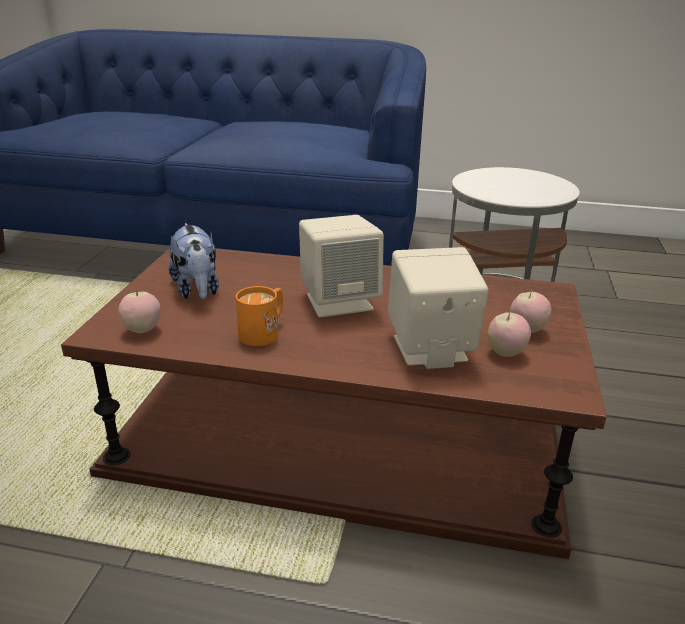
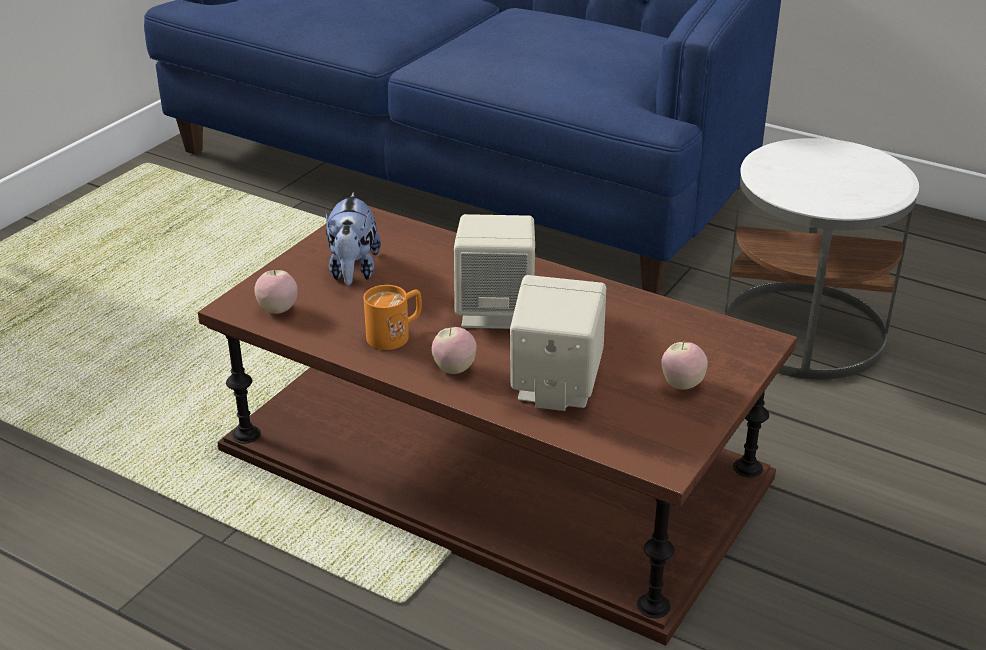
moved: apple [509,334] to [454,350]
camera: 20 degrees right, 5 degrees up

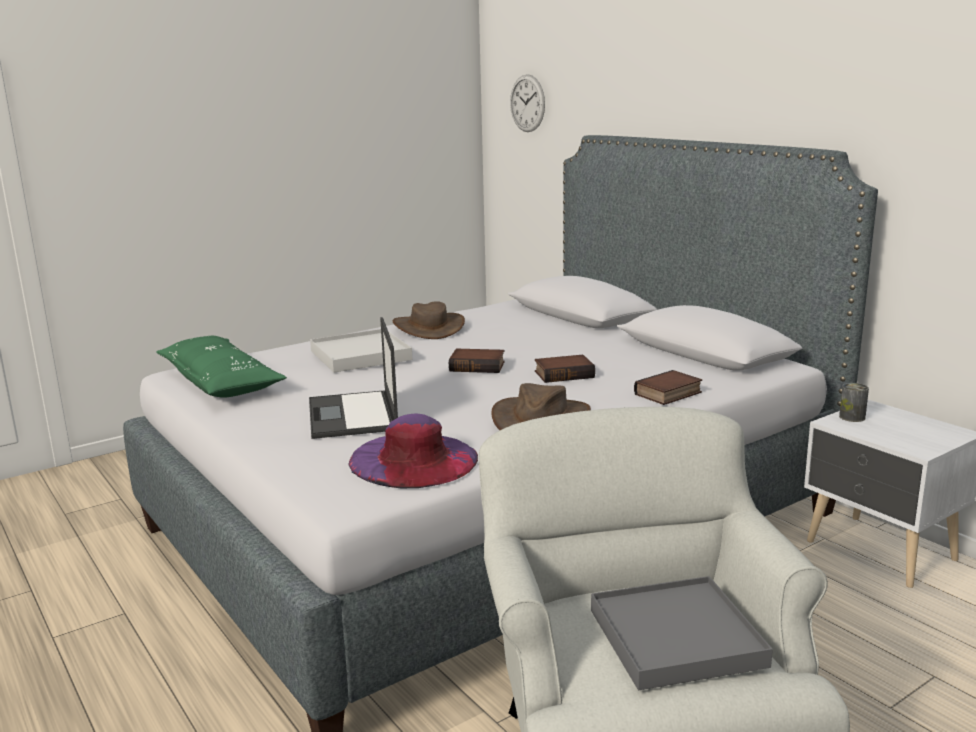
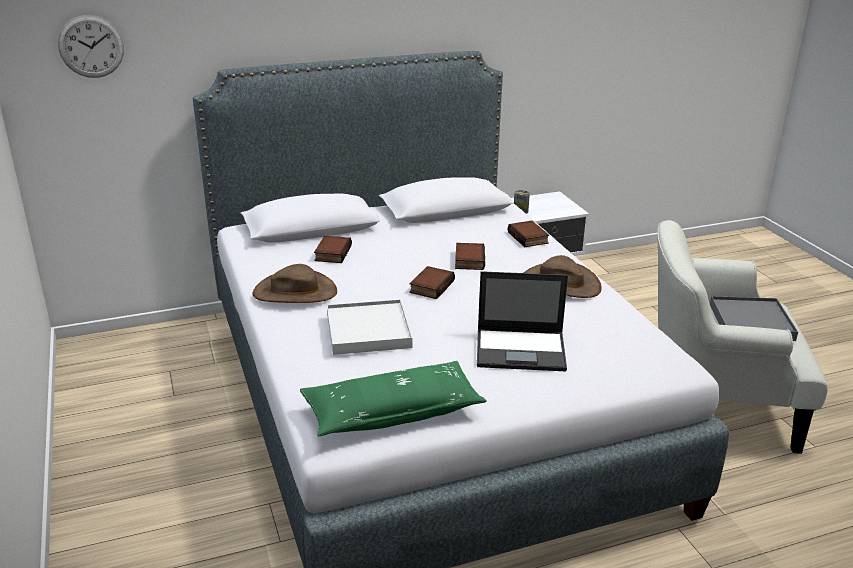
removed: purple hat [413,451]
added: book [333,249]
camera: 75 degrees left, 10 degrees up

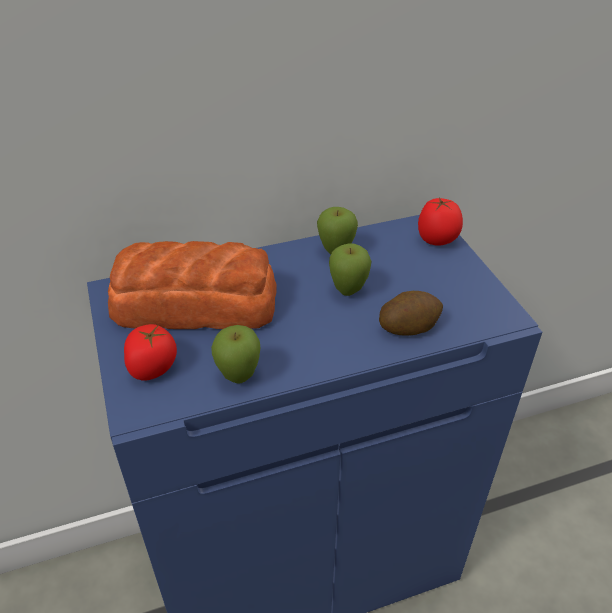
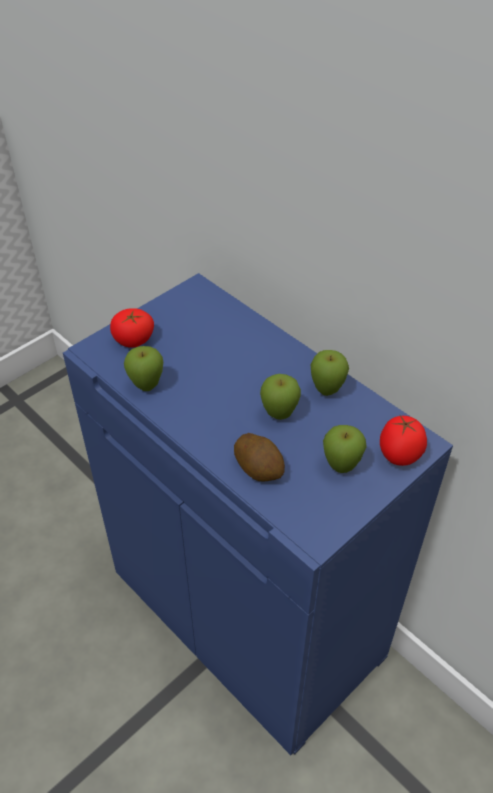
removed: bread [192,285]
added: apple [345,449]
camera: 65 degrees right, 5 degrees up

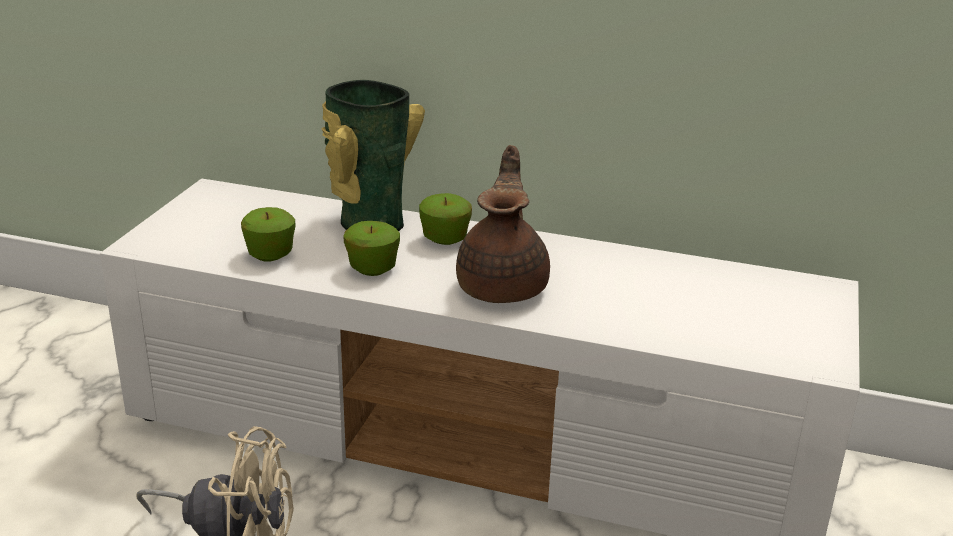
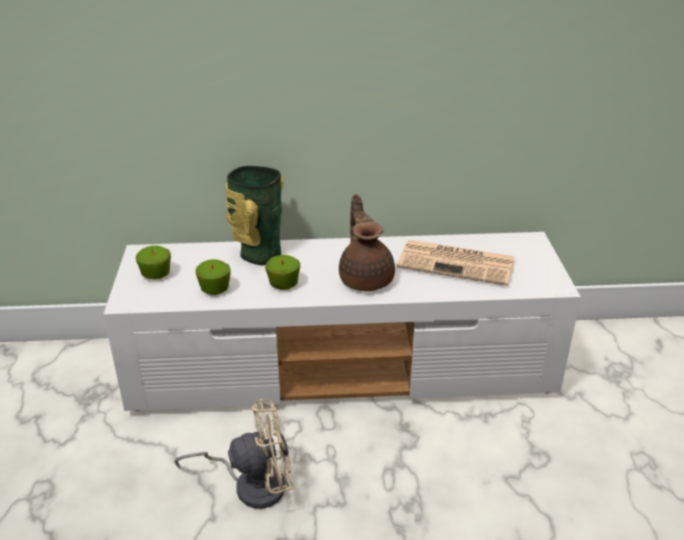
added: newspaper [455,263]
moved: apple [445,219] to [153,262]
camera: 20 degrees left, 5 degrees up

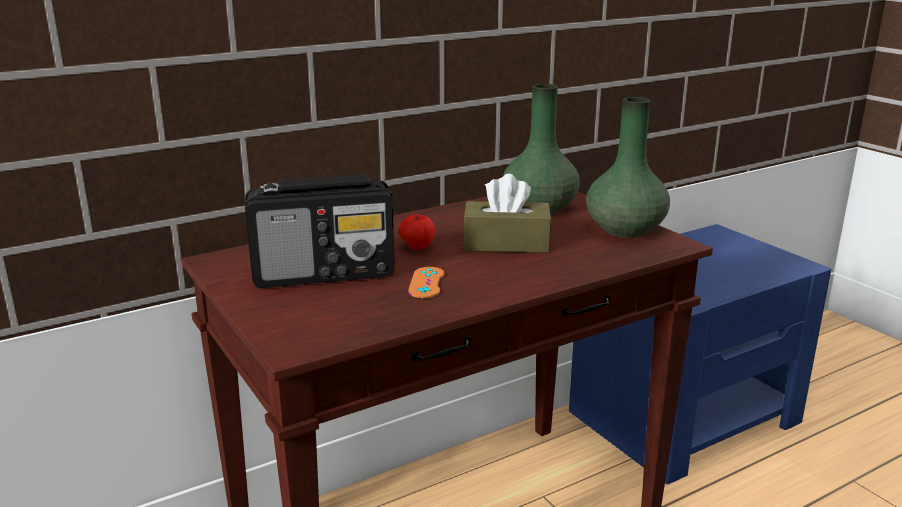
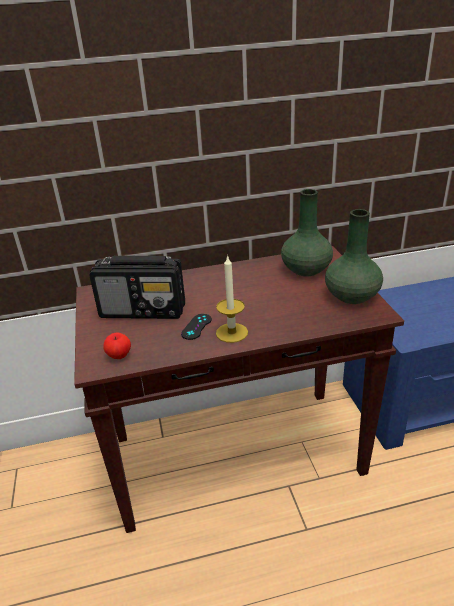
removed: brown tissue box [507,213]
added: candle [232,299]
moved: apple [417,232] to [117,345]
recoloured: orange game controller [426,282] to black game controller [196,327]
camera: 20 degrees right, 10 degrees up

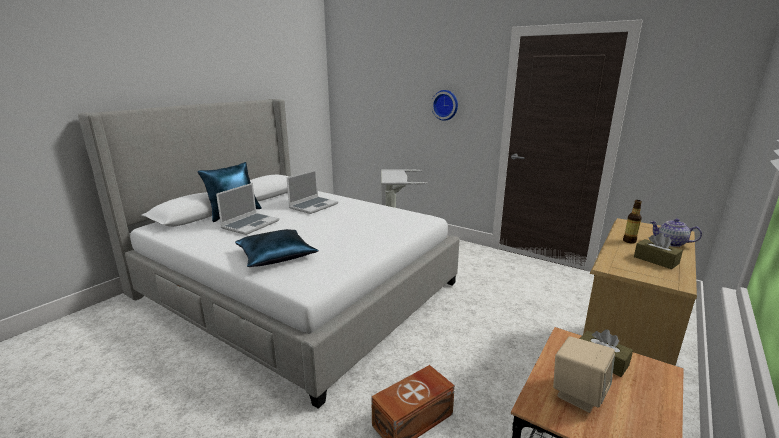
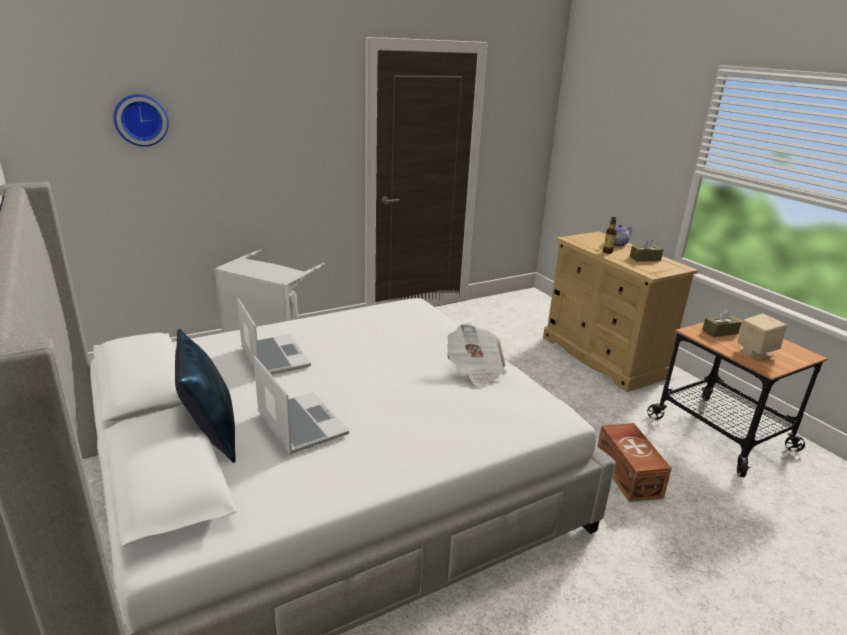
removed: blue pillow [277,248]
added: newspaper [476,355]
moved: wall clock [444,105] to [141,120]
camera: 65 degrees left, 5 degrees up

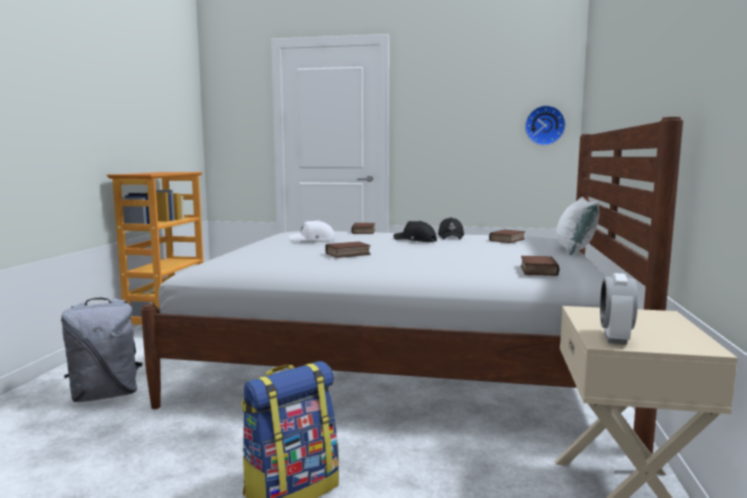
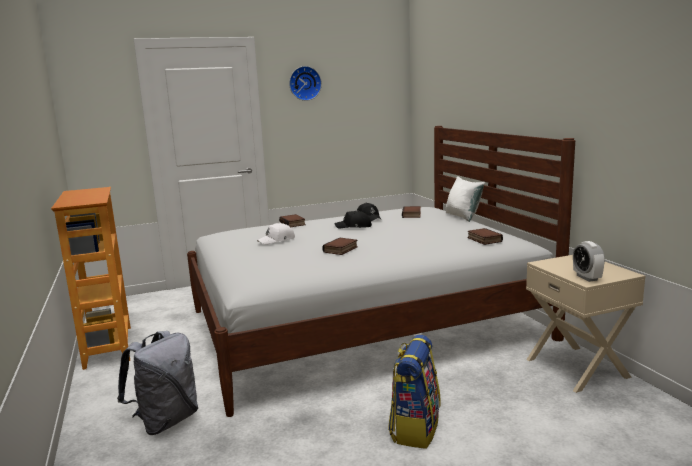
moved: wall clock [545,125] to [305,83]
camera: 30 degrees left, 5 degrees up

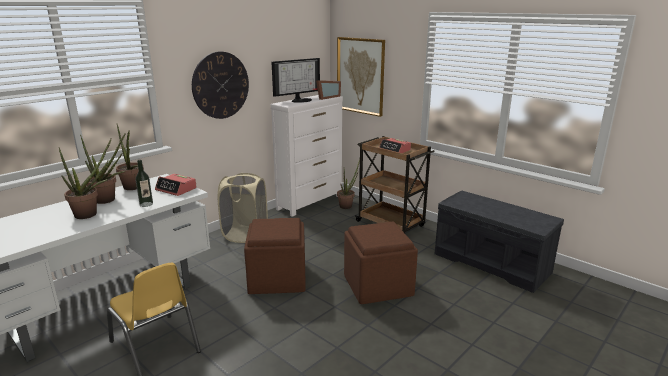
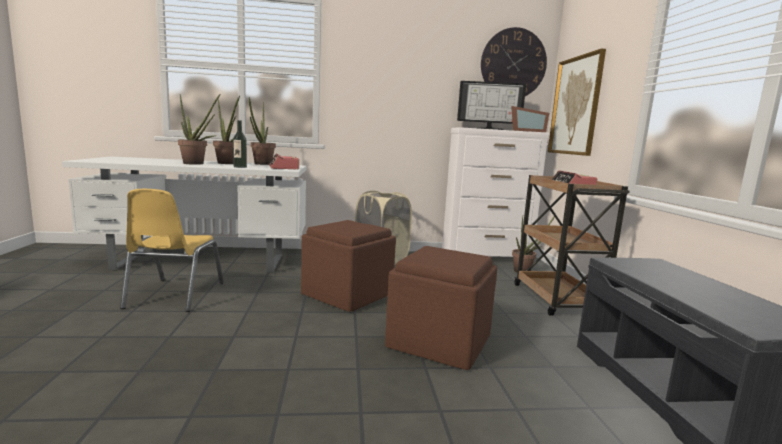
moved: wall clock [220,85] to [514,61]
camera: 40 degrees right, 10 degrees down

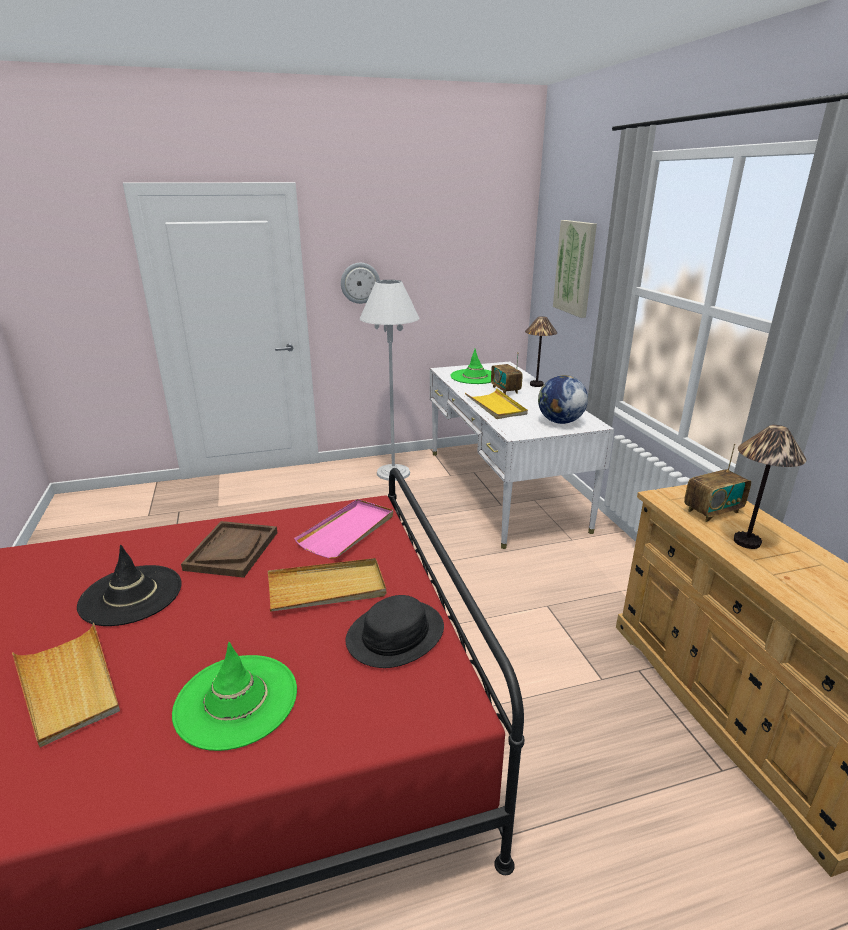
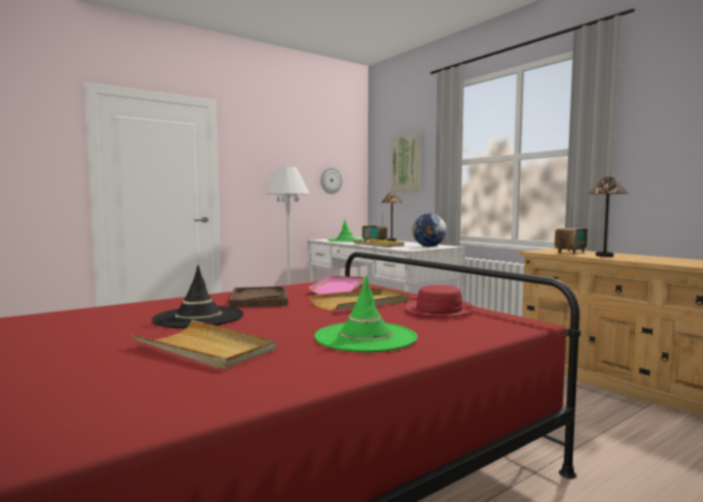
moved: wall clock [360,283] to [331,180]
recoloured: black hat [395,631] to red hat [439,301]
camera: 20 degrees left, 20 degrees down

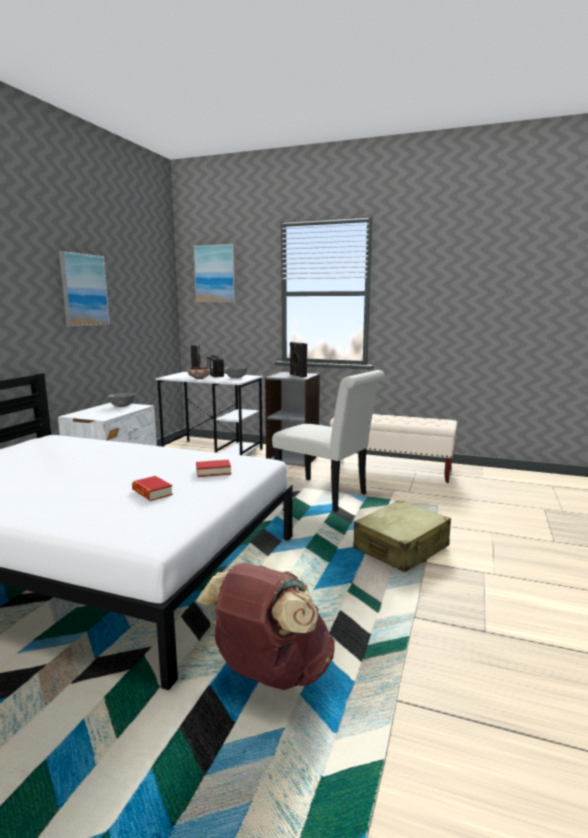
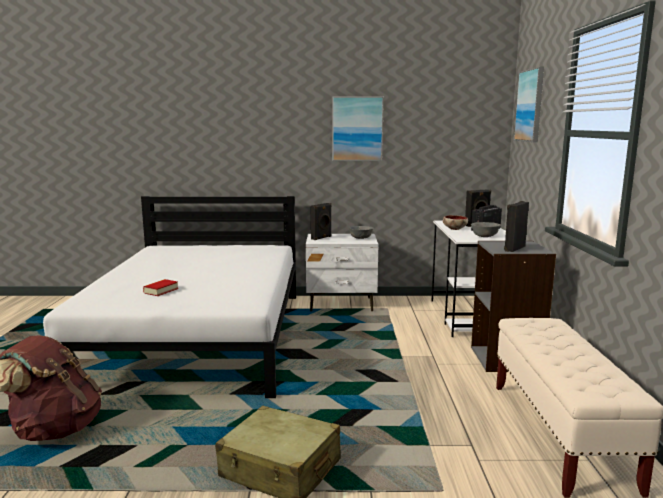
removed: white chair [328,441]; book [213,468]
added: black speaker [321,221]
camera: 70 degrees right, 0 degrees up

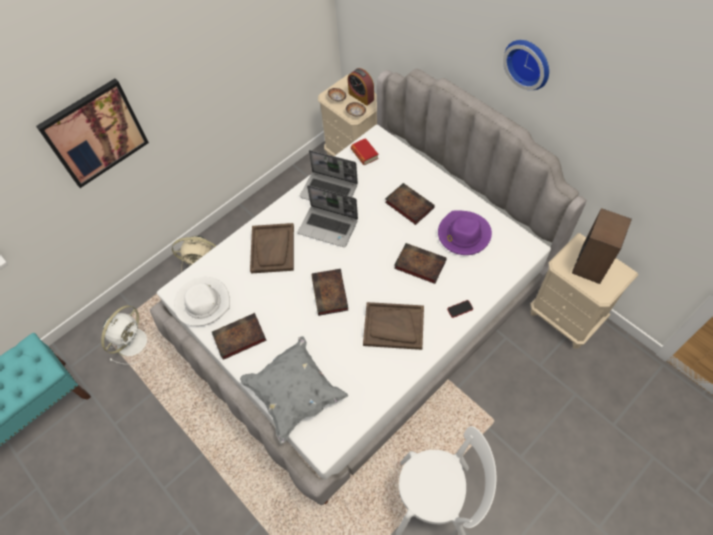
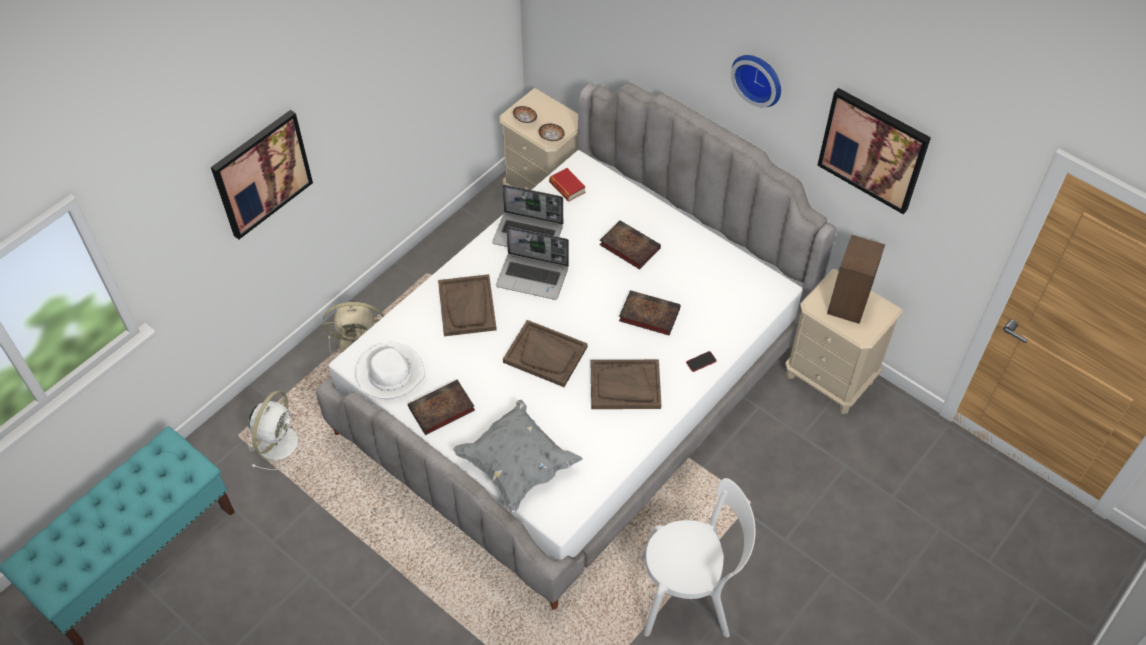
removed: alarm clock [361,87]; purple hat [465,232]
added: picture [874,151]
replaced: book [330,292] to brown tray [545,353]
camera: 10 degrees left, 5 degrees down

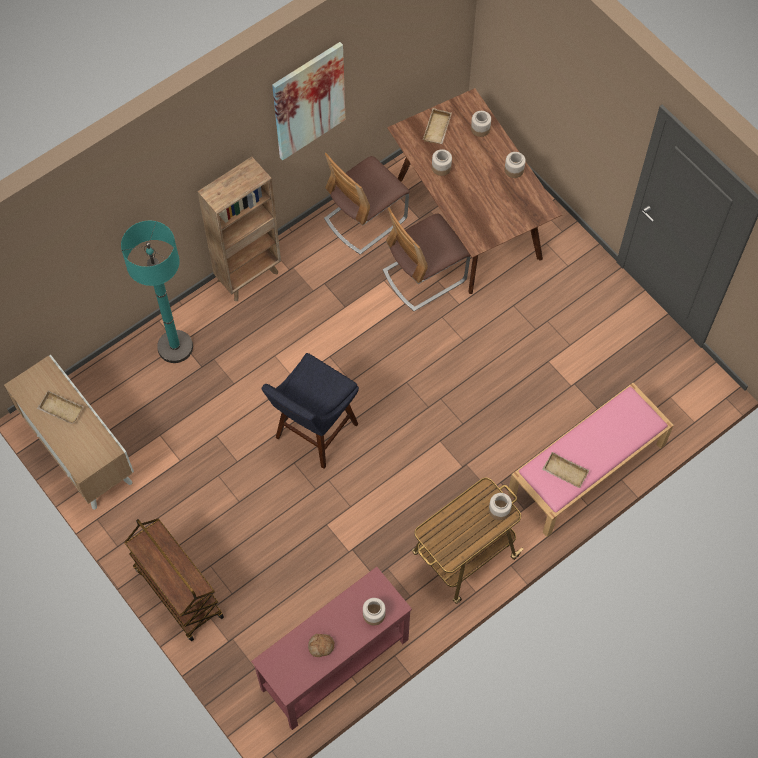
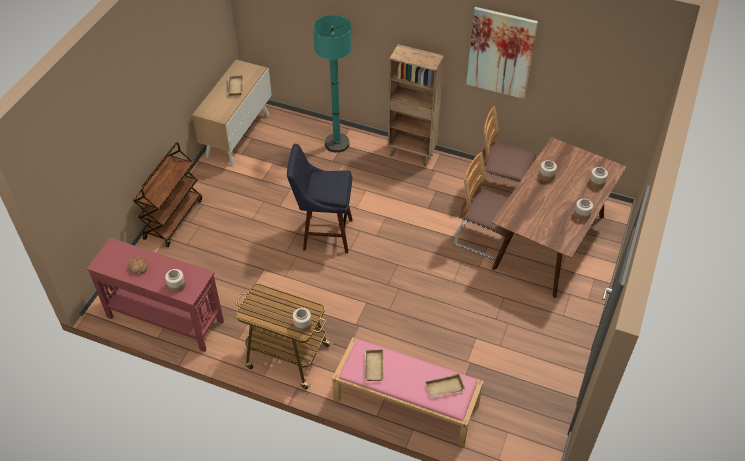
moved: beige tray [437,126] to [445,385]
camera: 60 degrees right, 15 degrees down

